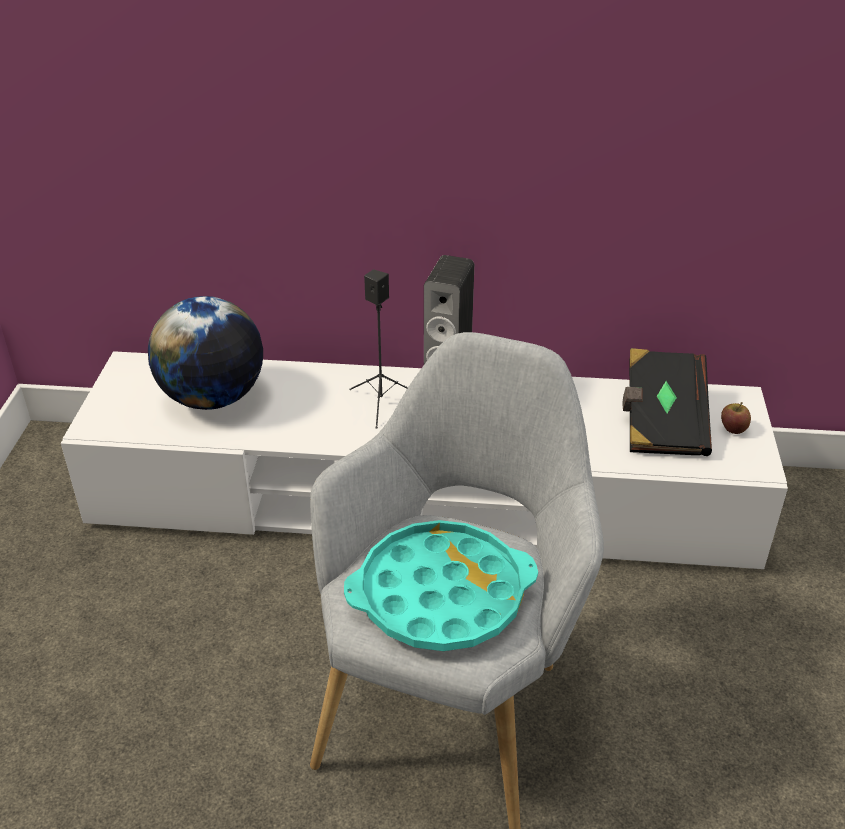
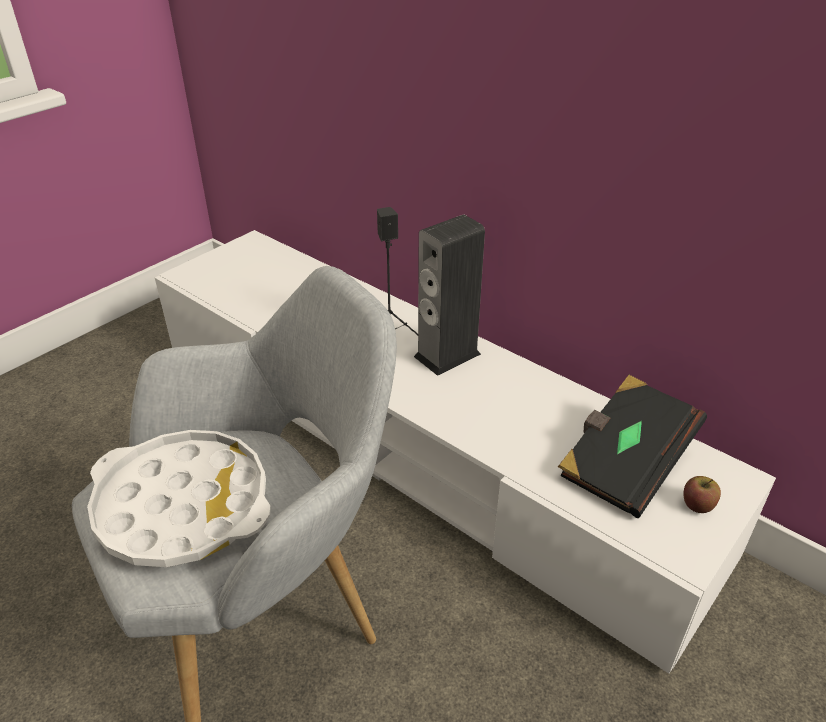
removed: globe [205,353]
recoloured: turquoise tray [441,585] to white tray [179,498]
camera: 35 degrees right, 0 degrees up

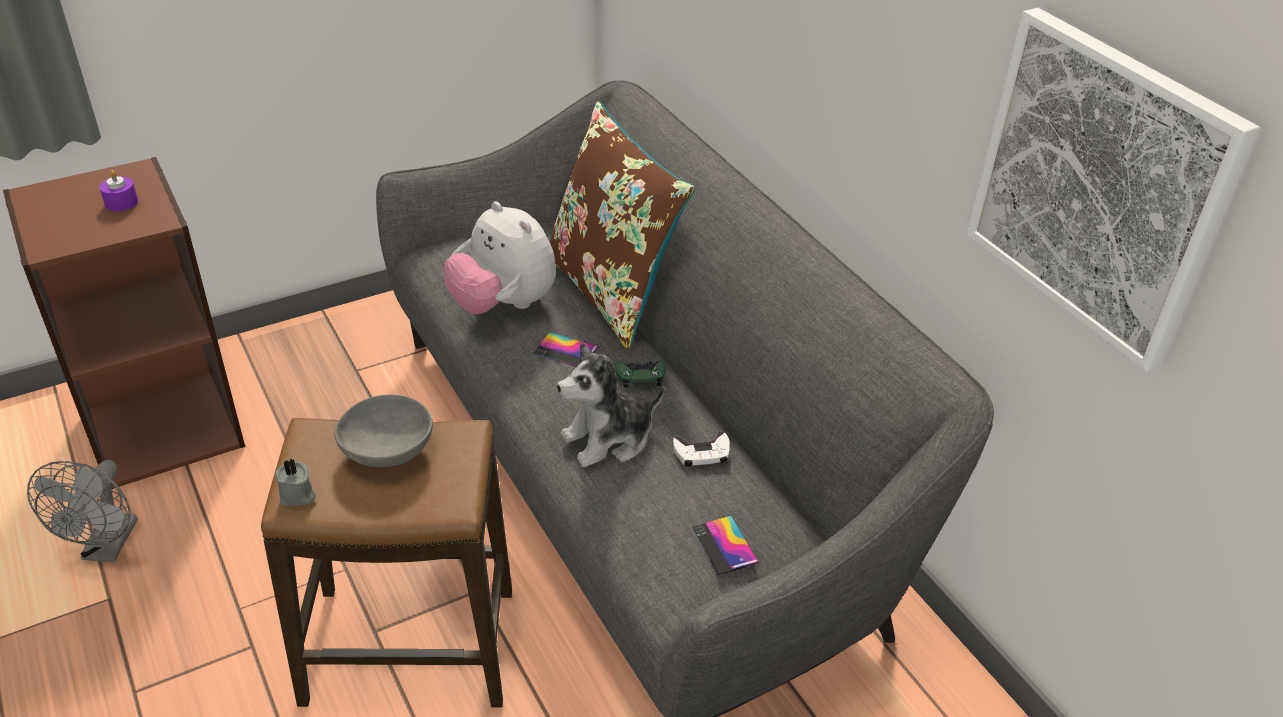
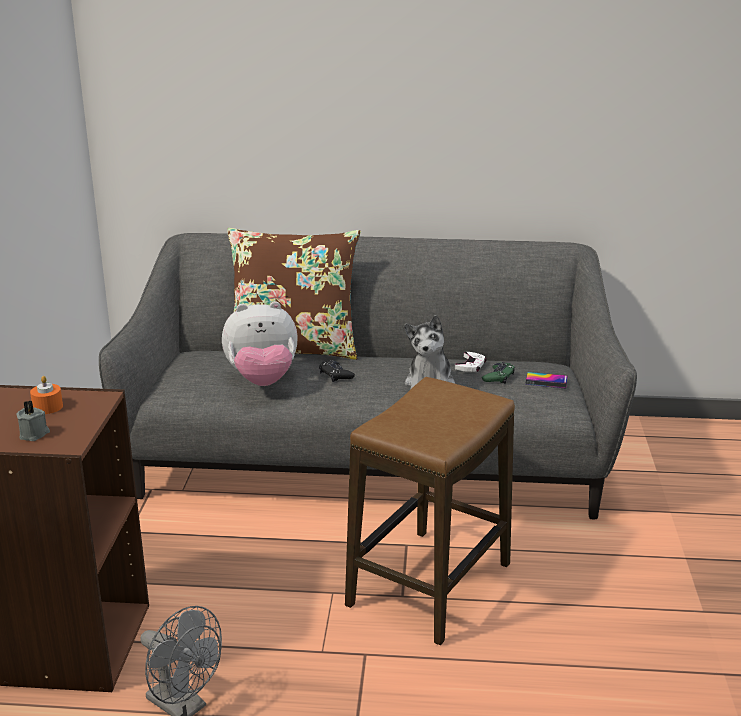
removed: picture [1113,190]; grey bowl [384,431]
moved: green game controller [640,374] to [498,373]; grey candle [295,482] to [33,420]
replaced: phone [566,349] to black game controller [337,371]
recoloured: purple candle [119,190] to orange candle [46,395]
camera: 55 degrees left, 15 degrees down

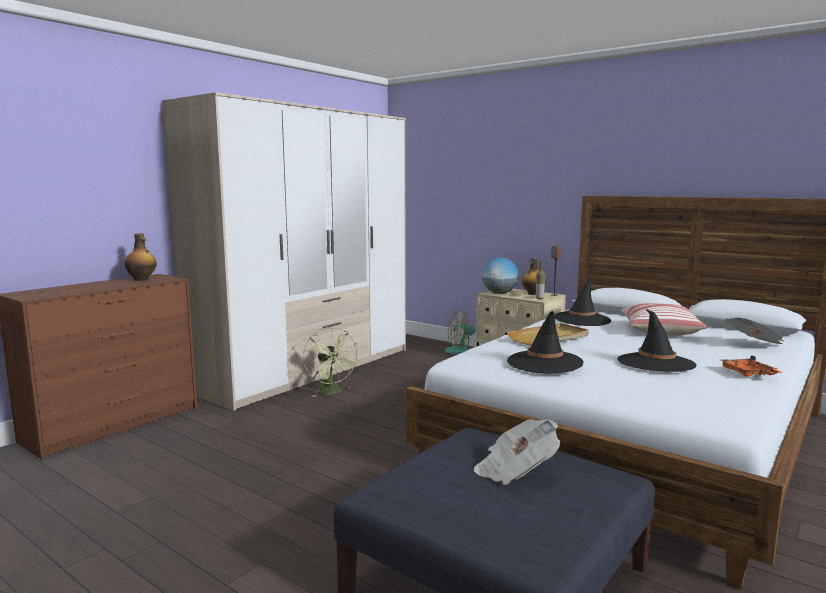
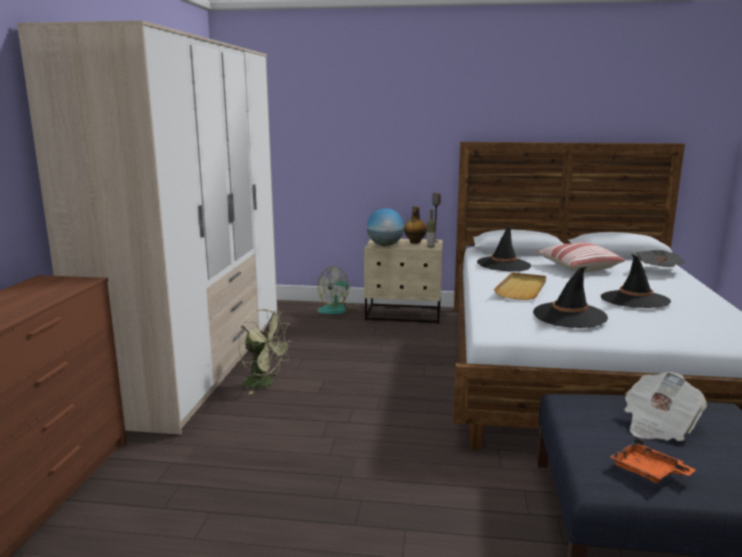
removed: bottle [140,257]
moved: orange tray [751,366] to [653,460]
camera: 30 degrees left, 5 degrees up

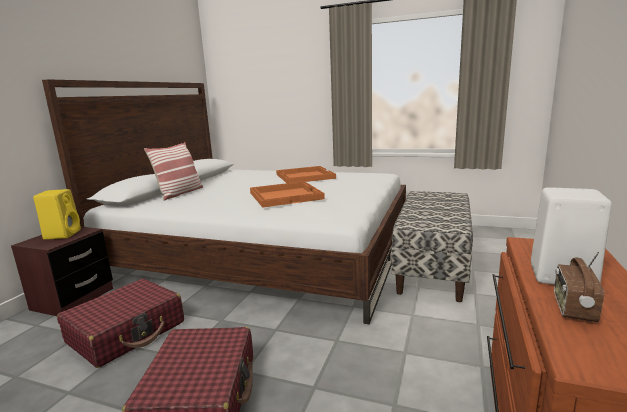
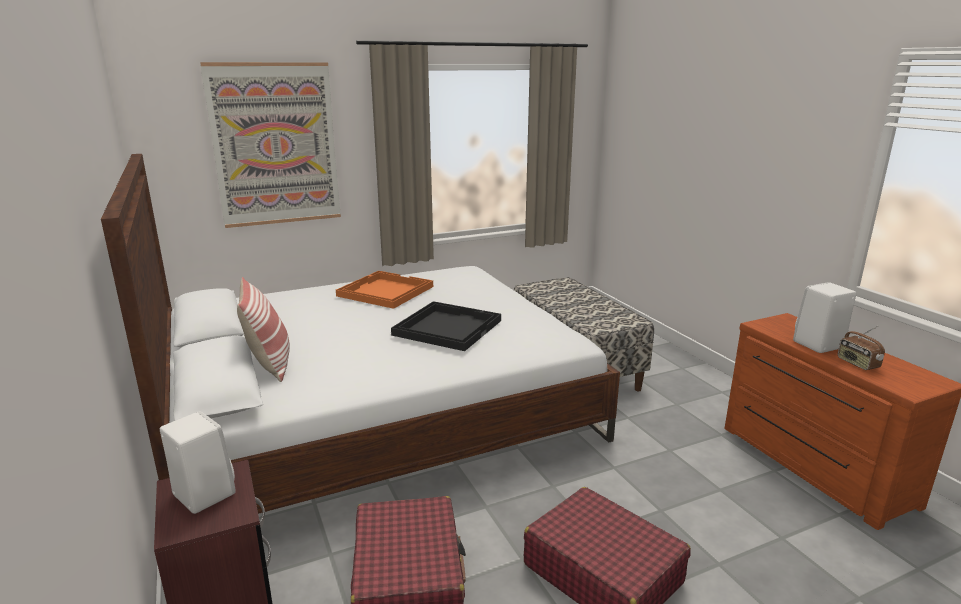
added: picture [270,145]
recoloured: orange tray [287,194] to black tray [446,326]; yellow speaker [57,214] to white speaker [198,462]
camera: 45 degrees left, 5 degrees up

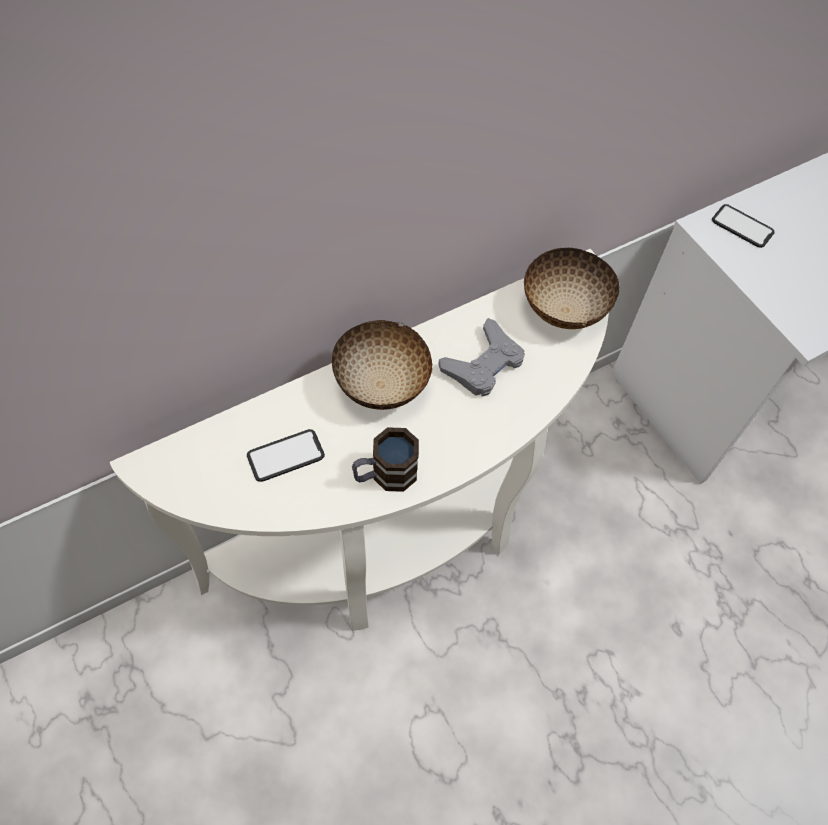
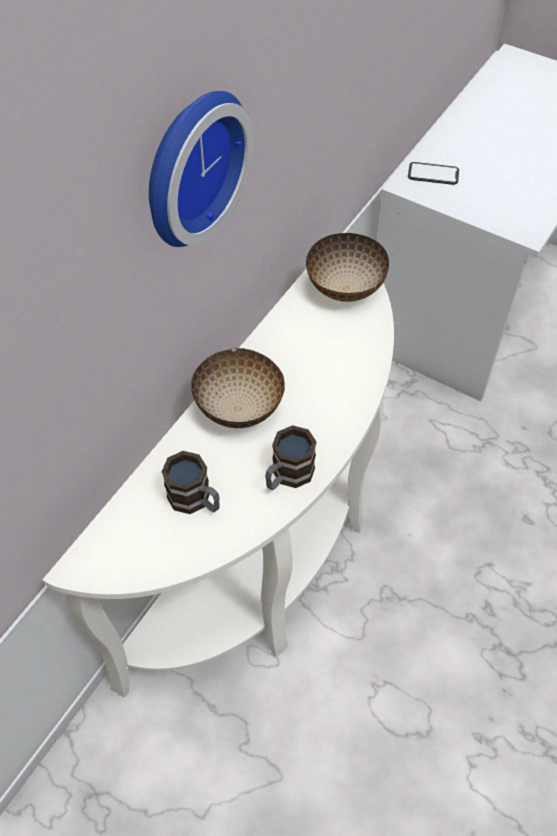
removed: grey game controller [481,357]
added: wall clock [201,169]
replaced: phone [286,455] to mug [191,482]
camera: 25 degrees left, 5 degrees down

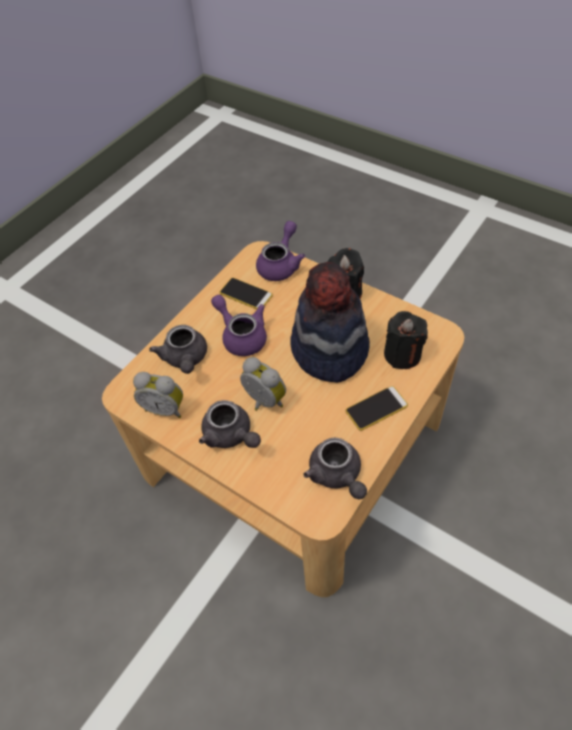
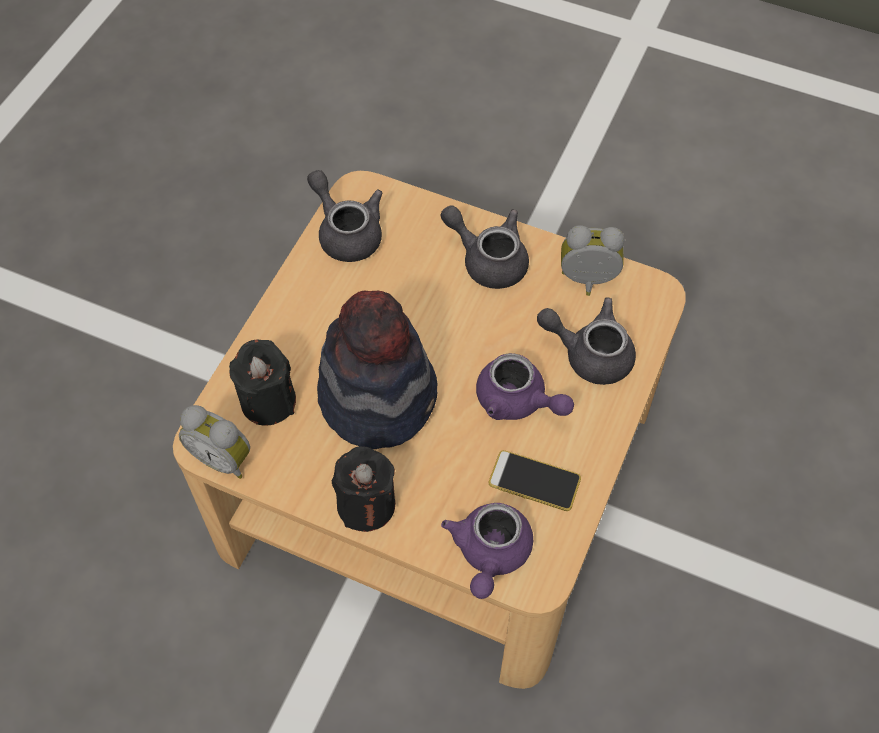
removed: phone [377,408]
moved: alarm clock [263,384] to [214,442]
turned: grey teapot [178,349] = [586,341] 45 degrees counterclockwise
camera: 165 degrees right, 5 degrees up

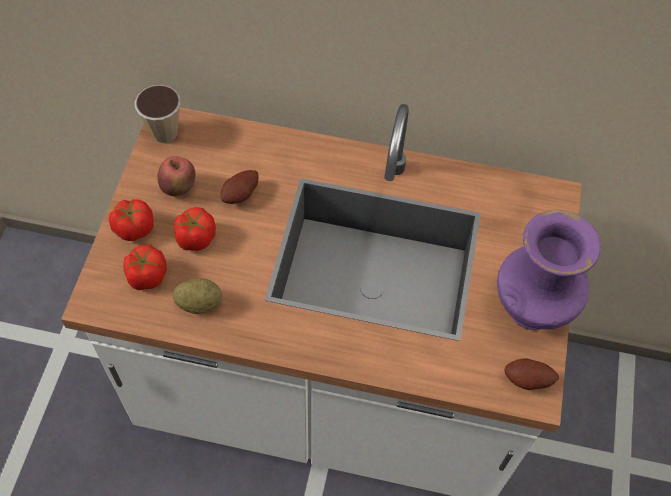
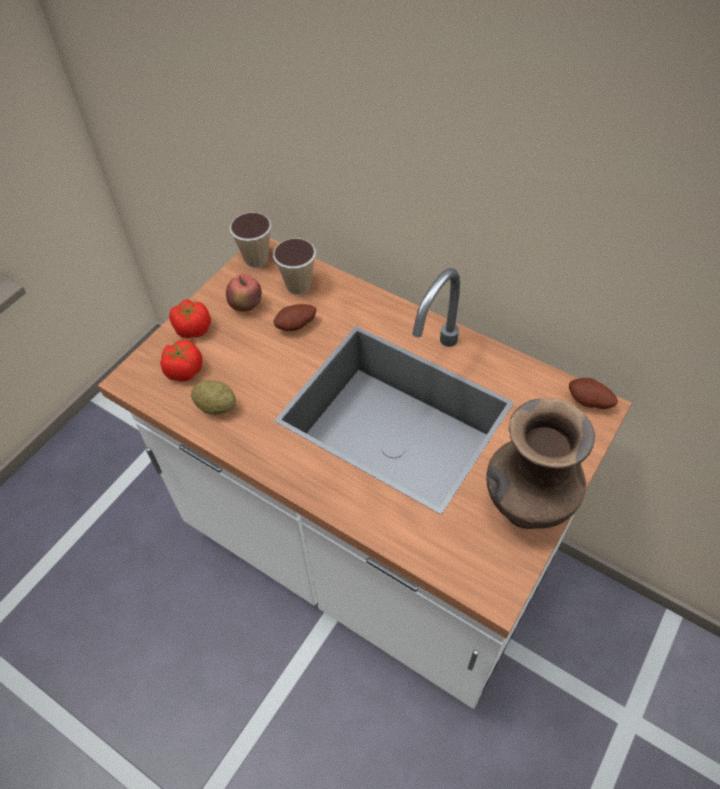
removed: tomato [195,229]
added: cup [294,266]
moved: potato [531,374] to [593,393]
recoloured: purple vase [549,270] to brown vase [540,463]
camera: 25 degrees right, 5 degrees down

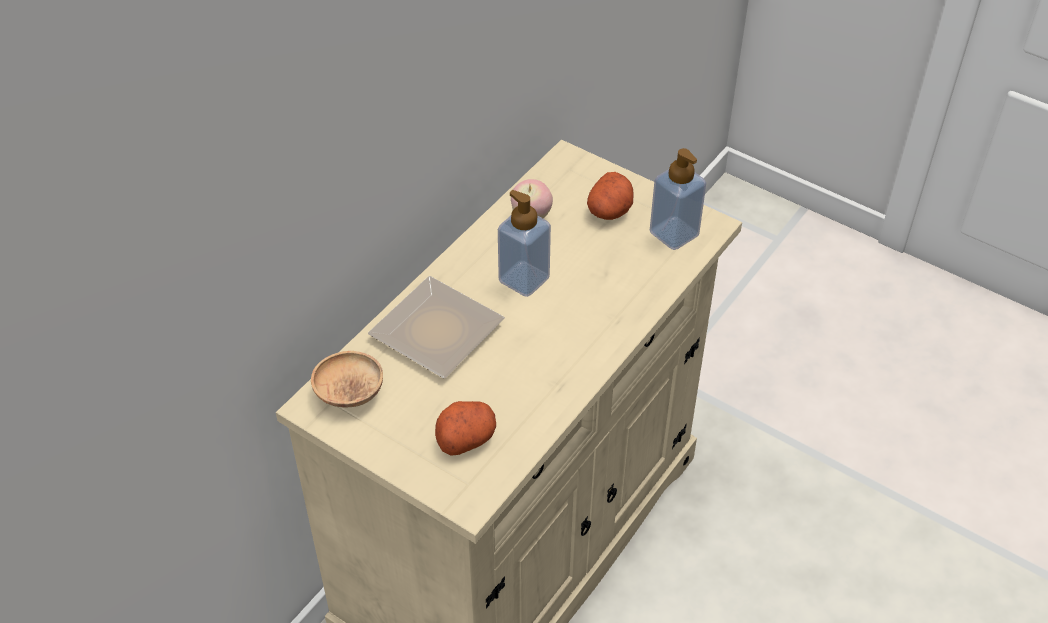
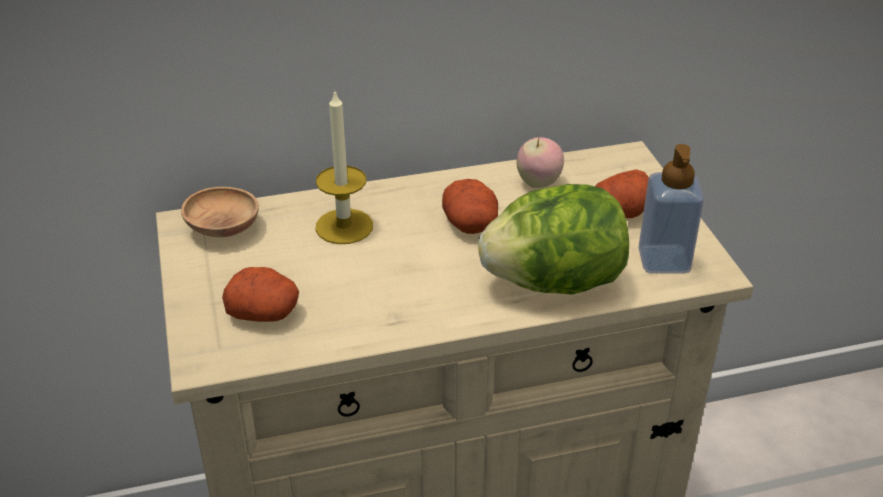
added: lettuce [553,239]
replaced: soap dispenser [524,243] to potato [470,206]; plate [436,327] to candle [344,166]
camera: 40 degrees right, 10 degrees down

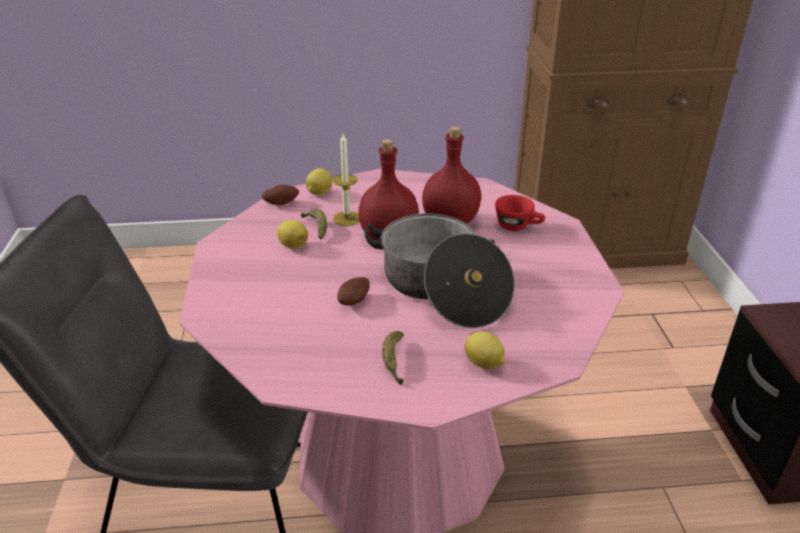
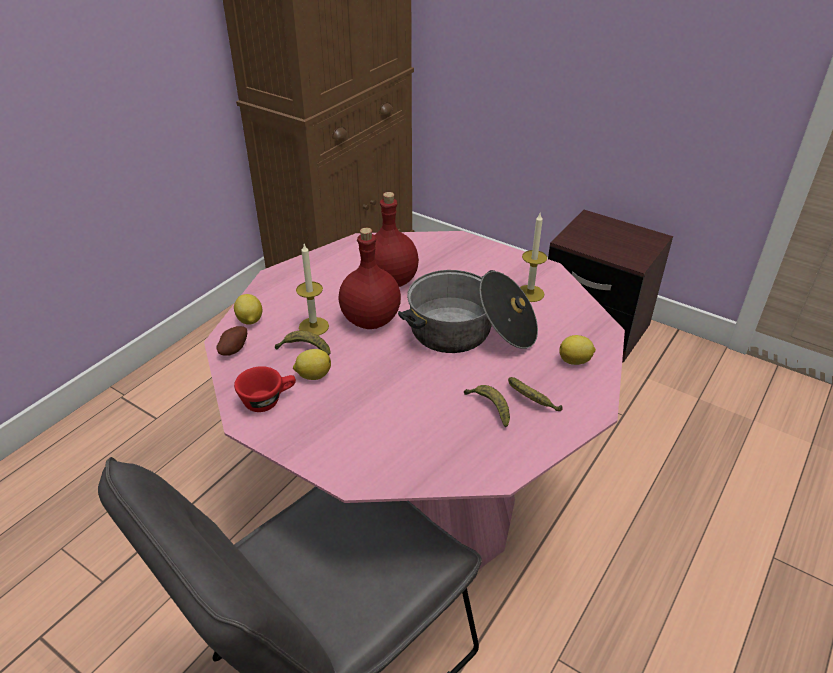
removed: potato [353,291]
added: candle [533,257]; banana [487,406]
moved: red cup [520,213] to [265,389]
camera: 50 degrees left, 5 degrees up

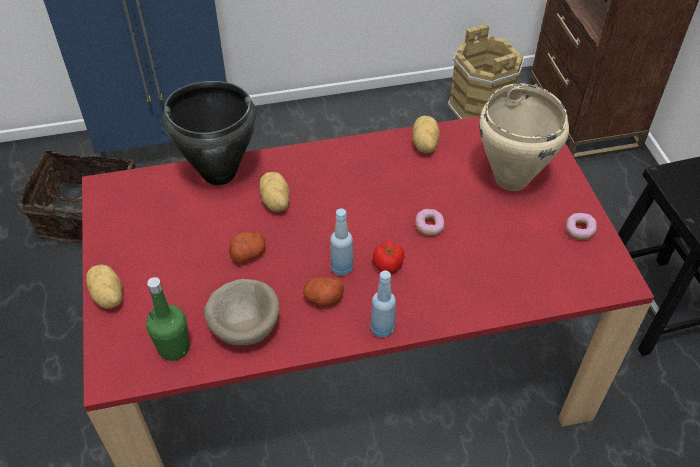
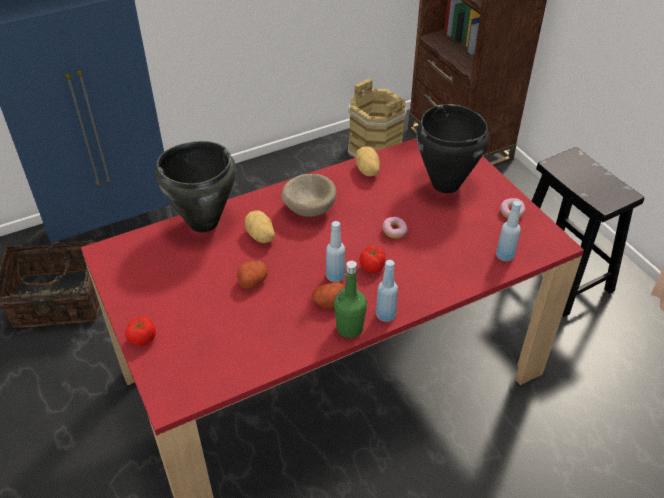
added: blue bottle [508,231]
moved: green bottle [168,319] to [350,299]; beige bowl [242,312] to [308,195]
replaced: potato [104,286] to tomato [140,331]
recoloured: beige cooking pot [524,137] to black cooking pot [453,148]
camera: 15 degrees left, 5 degrees down

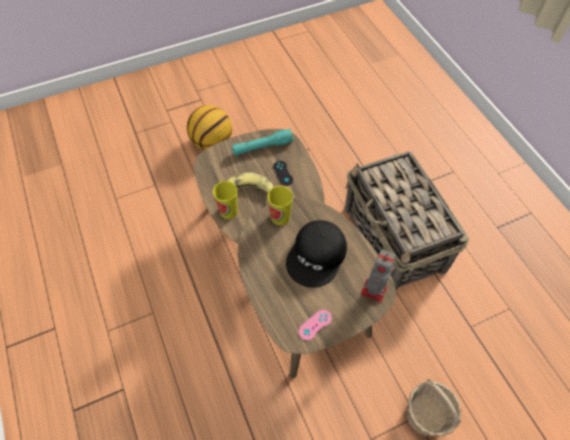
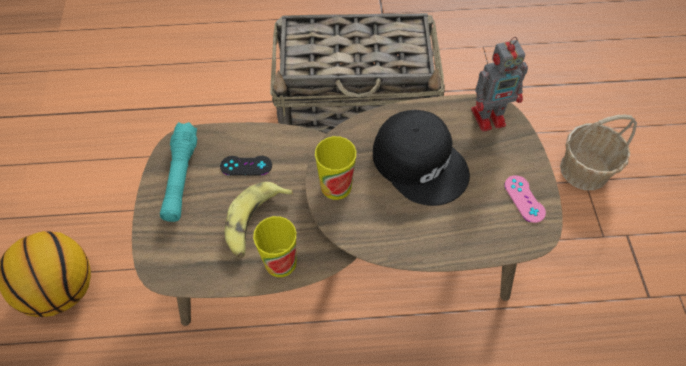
turned: toy robot [378,275] = [499,84] 120 degrees clockwise
camera: 70 degrees left, 0 degrees up

